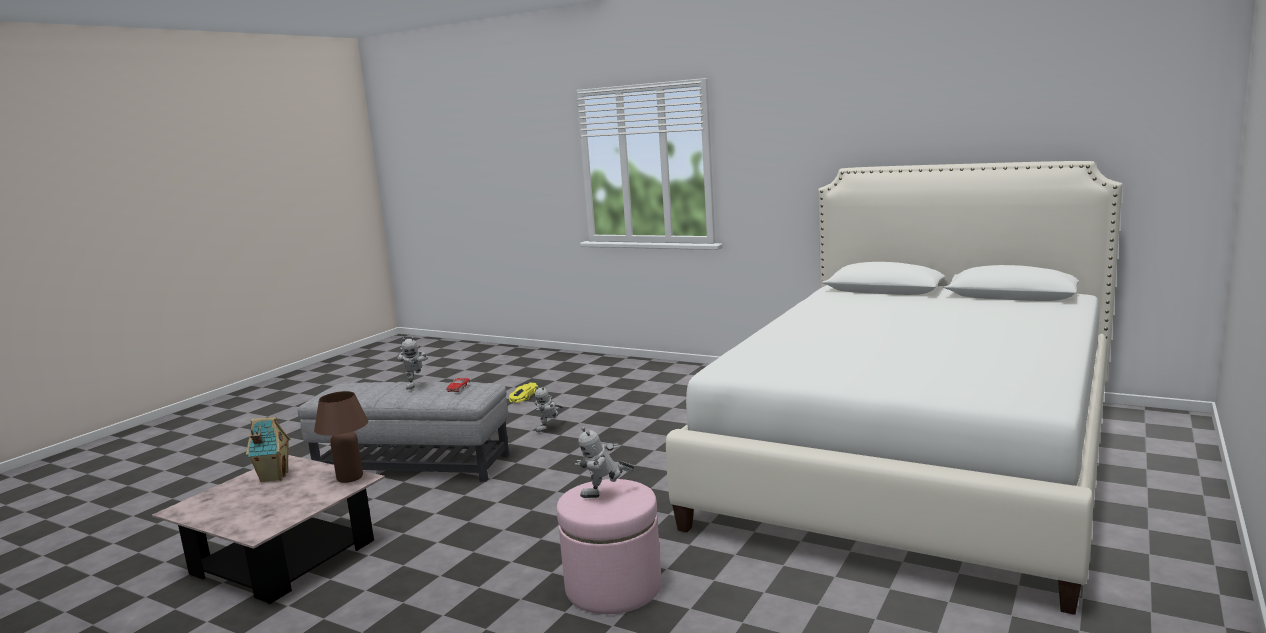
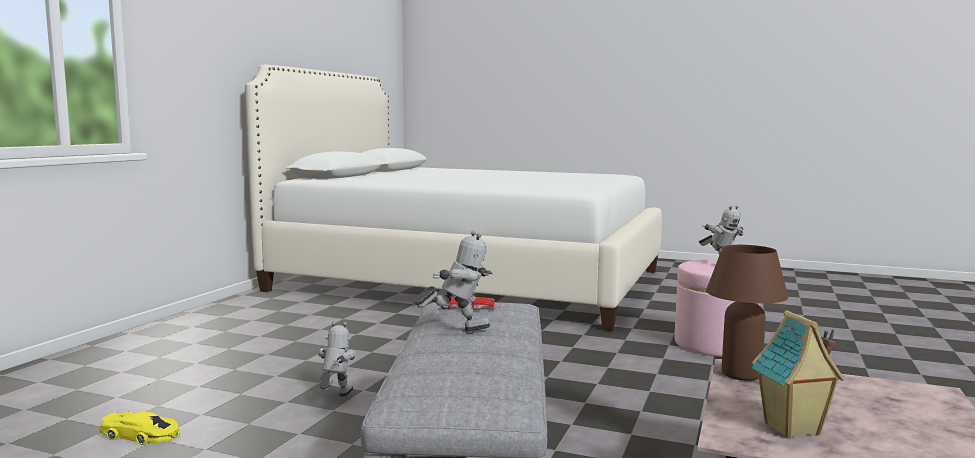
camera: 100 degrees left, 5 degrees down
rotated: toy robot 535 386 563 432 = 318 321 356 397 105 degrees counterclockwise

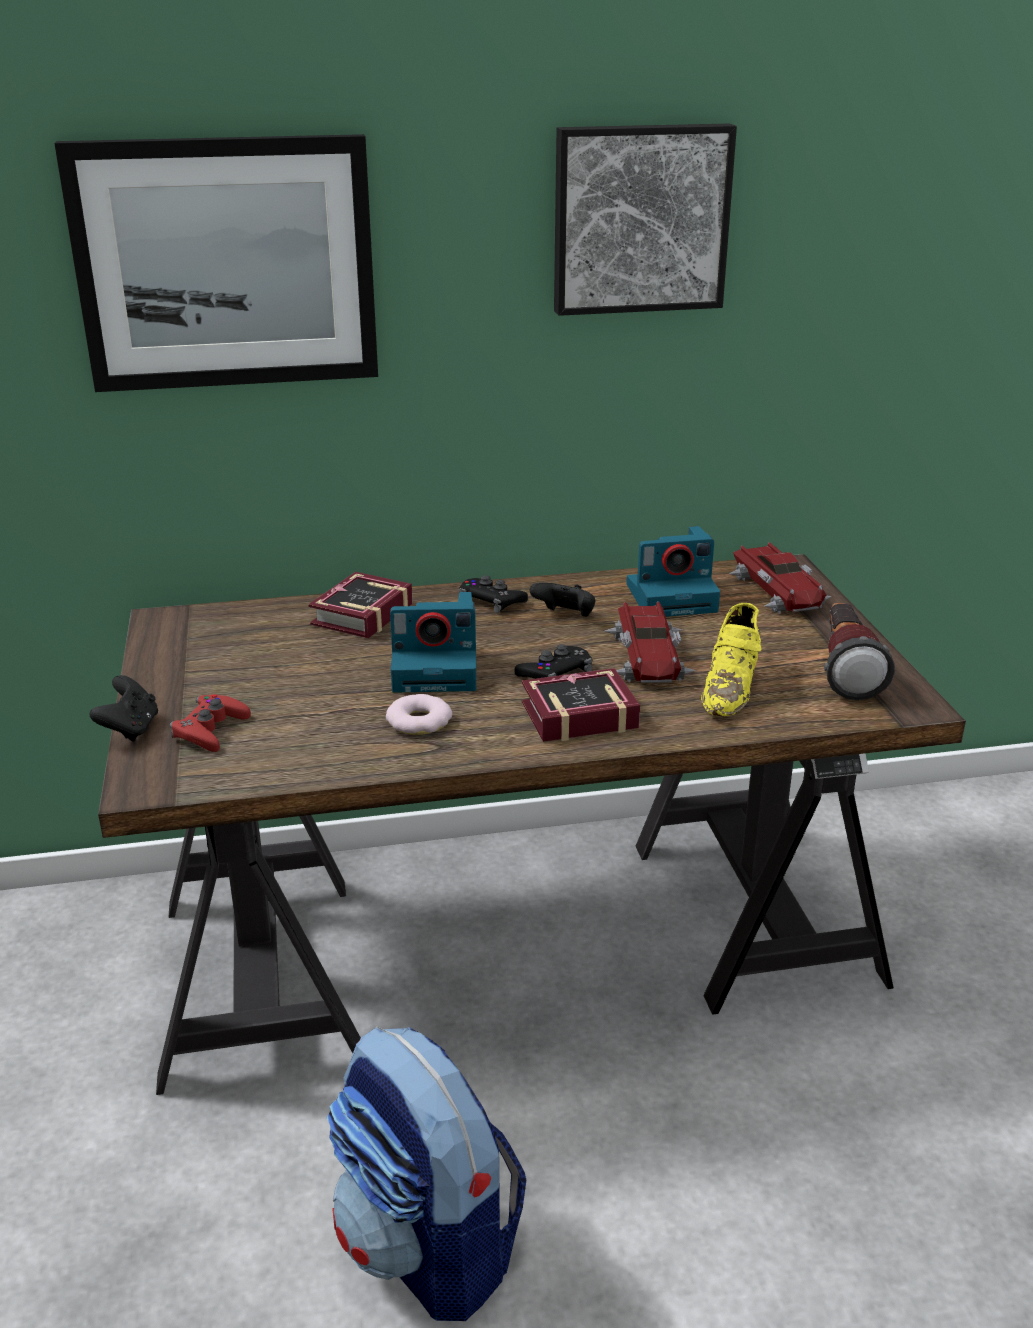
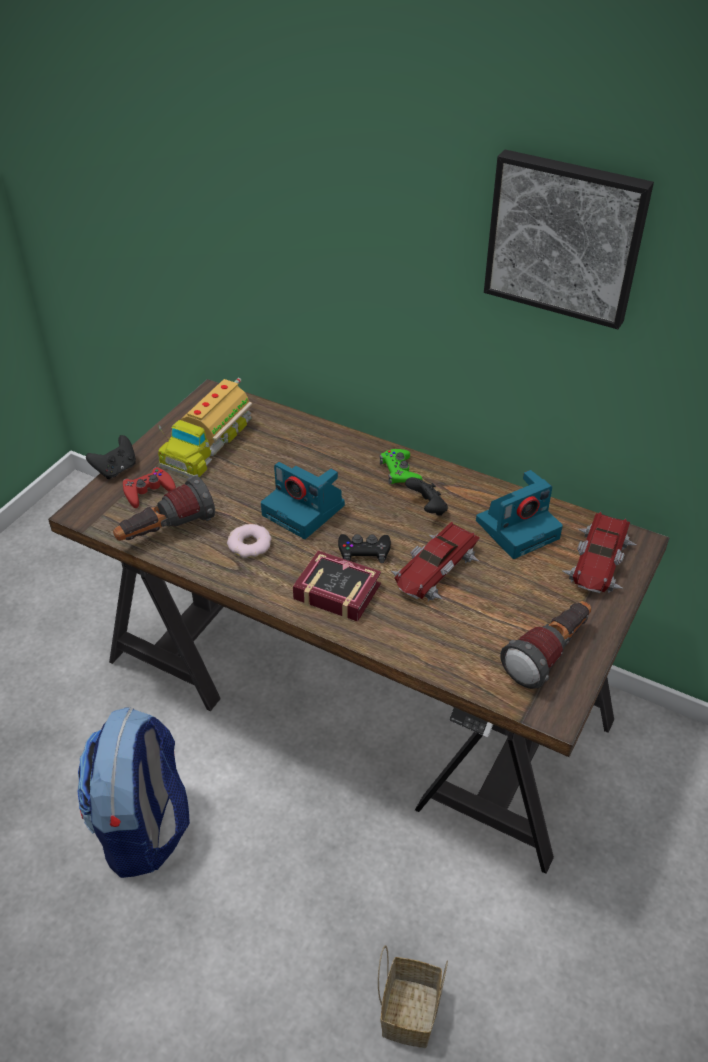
camera: 40 degrees right, 15 degrees up
gone: picture 54 134 378 392; book 308 572 413 638; shoe (yellow) 701 603 762 716
new: flashlight 113 476 215 541; toy truck 158 378 252 477; basket 378 945 448 1048
repainted: game controller (black) 459 575 528 613 to game controller (green) 379 449 422 484
rotated: photo camera 626 526 720 617 = 476 470 563 559 60 degrees counterclockwise

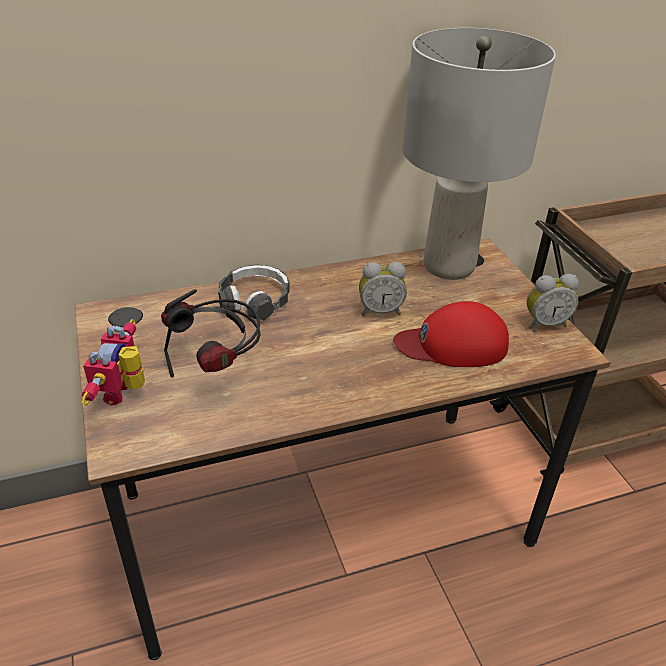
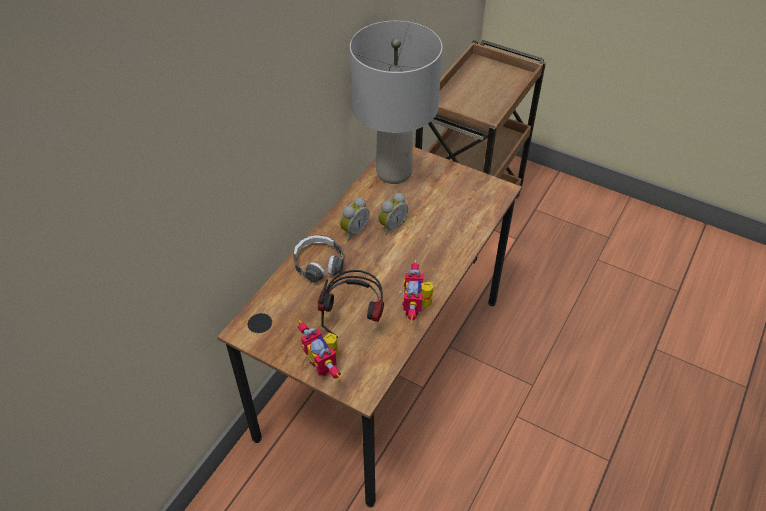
camera: 40 degrees left, 10 degrees up
gone: cap (red) 393 301 509 367
new: toy robot 403 260 434 324
shifted: alarm clock 526 274 579 330 to 340 197 370 240

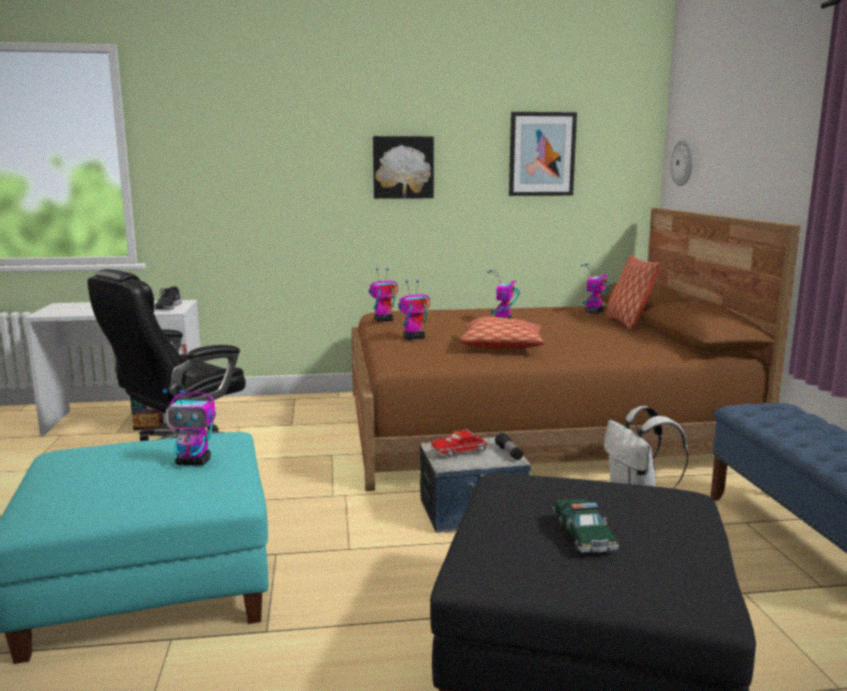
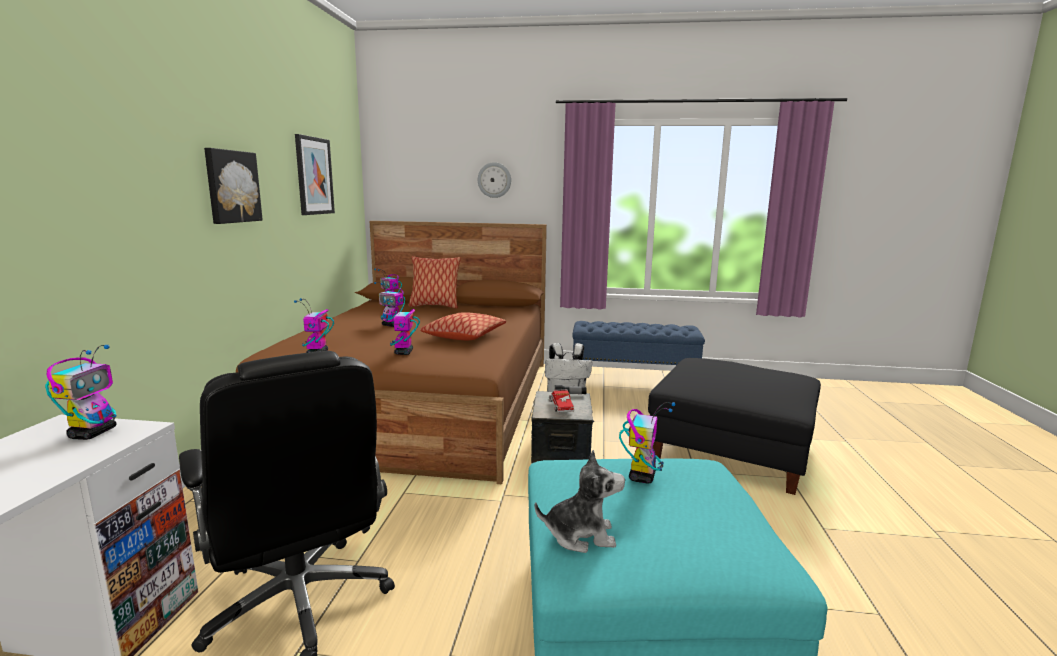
camera: 75 degrees left, 0 degrees up
gone: toy car 552 499 619 553
new: plush toy 535 450 625 553
shifted: wall clock 670 140 693 186 to 478 162 511 198
swapped: shoe (black) 154 286 182 310 to toy robot 45 345 117 440

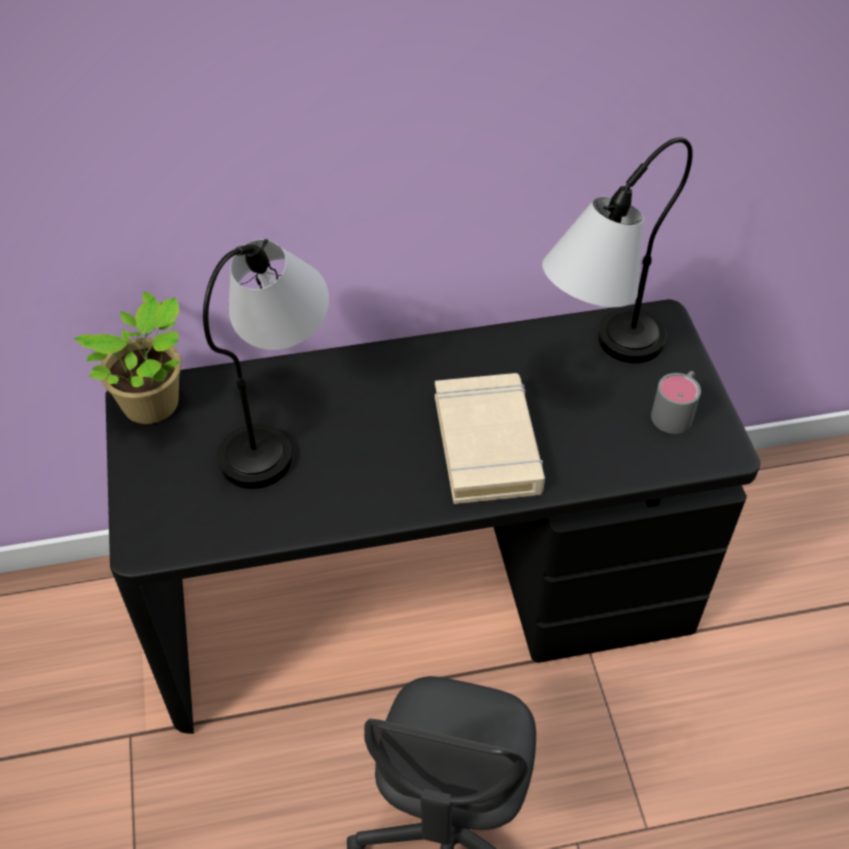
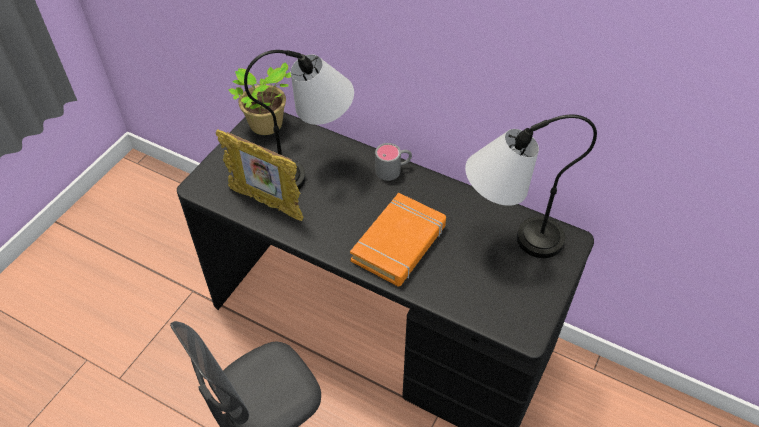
camera: 40 degrees right, 0 degrees up
new: picture frame 216 129 304 221
shifted: mug (grey) 651 371 701 434 to 375 143 412 181
repainted: book (beige) 435 373 545 504 to book (orange) 350 193 446 287

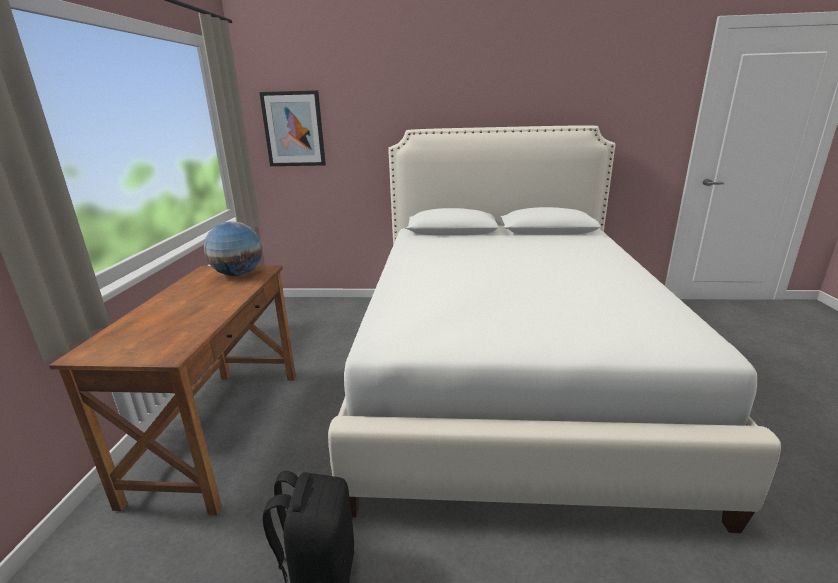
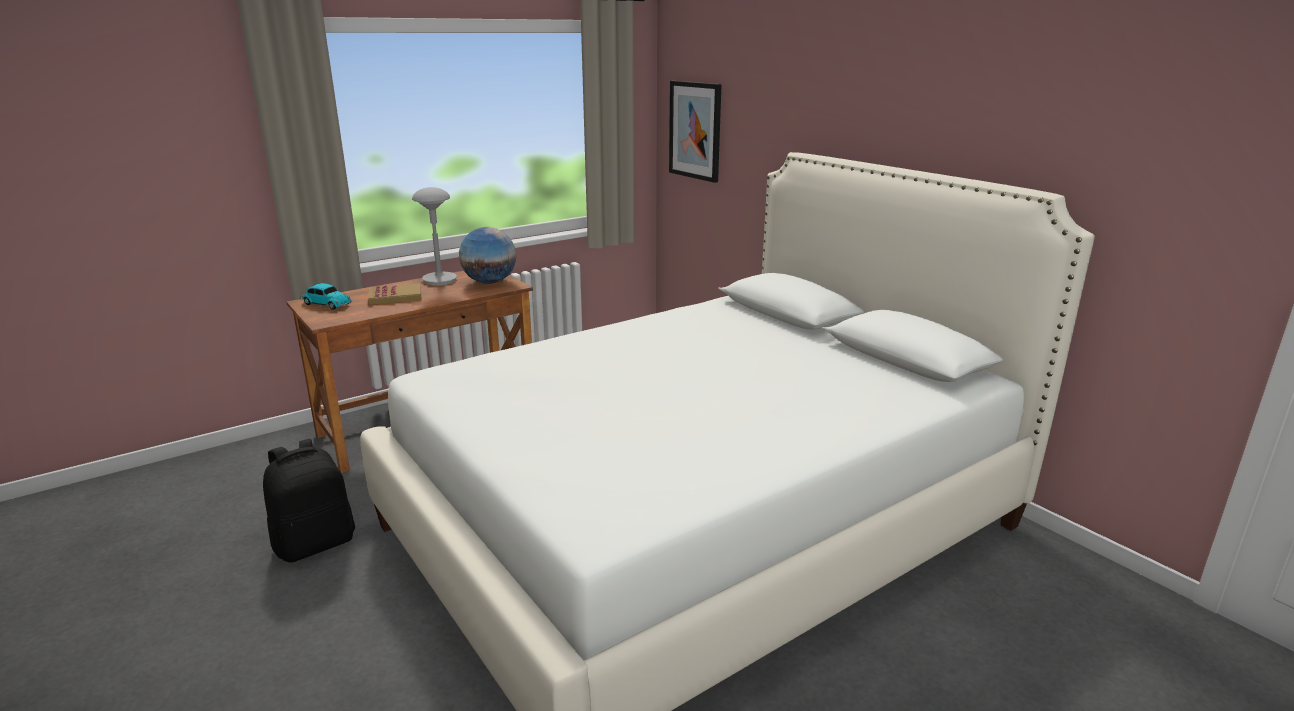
camera: 50 degrees right, 0 degrees up
new: toy car 300 283 352 310; book 368 283 422 305; table lamp (grey) 412 187 457 286

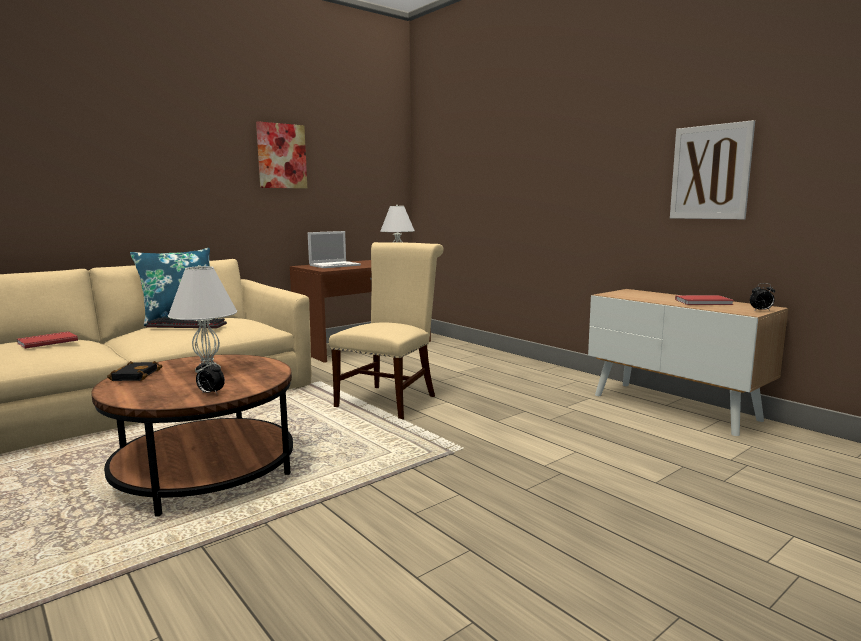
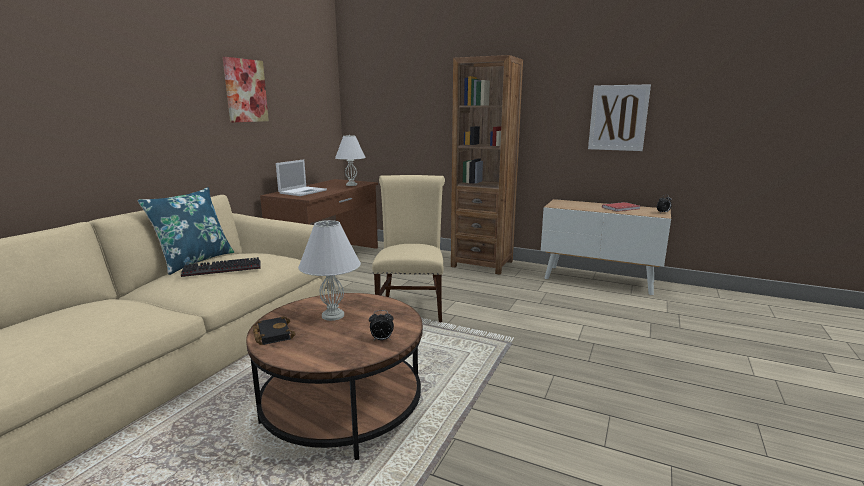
camera: 25 degrees left, 5 degrees up
gone: book (red) 17 332 78 349
new: bookcase (brown) 451 55 523 274

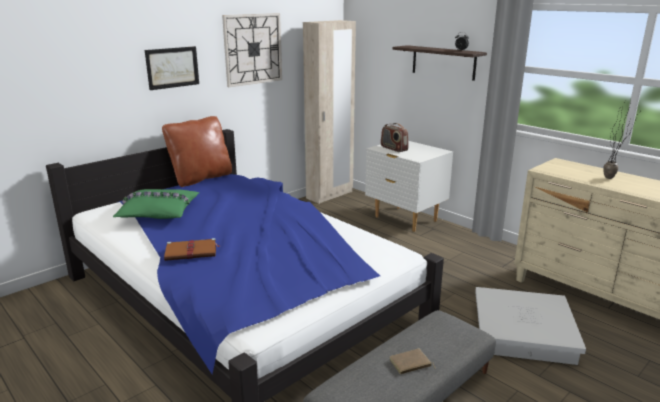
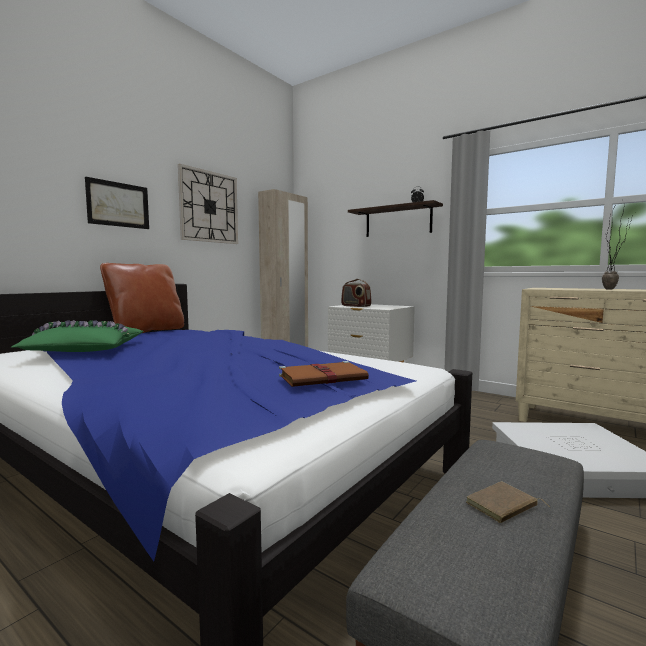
camera: 10 degrees left, 15 degrees down
shifted: book (brown) 164 238 220 261 to 279 361 369 387

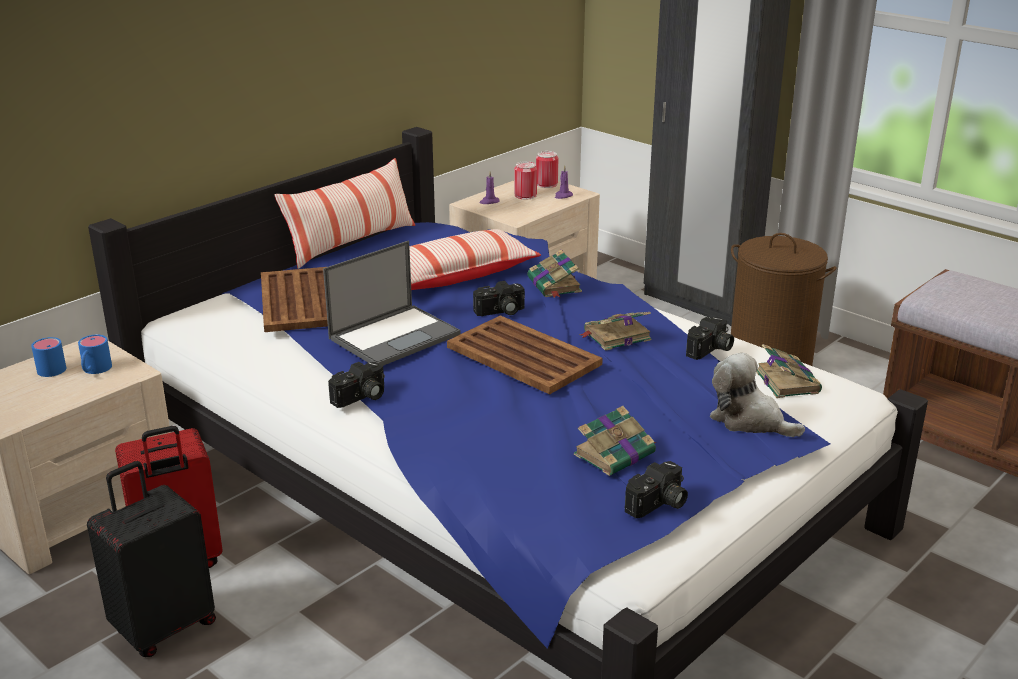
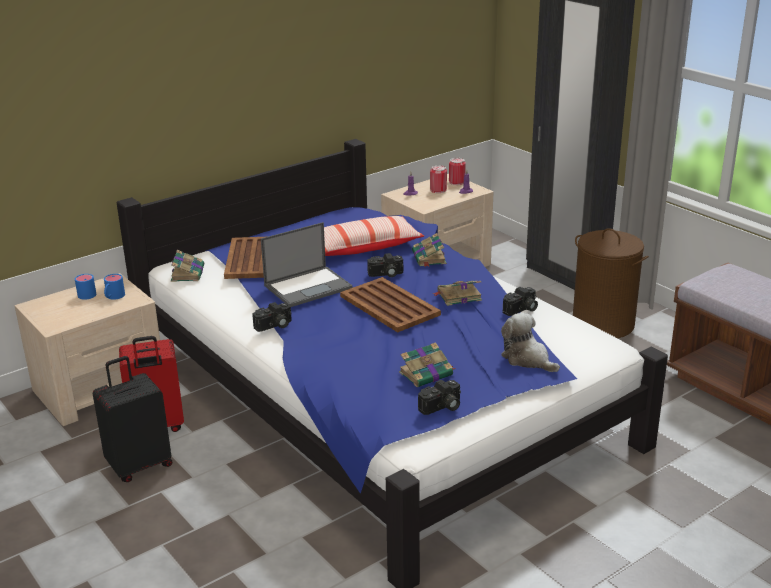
camera: 10 degrees right, 0 degrees up
gone: pillow 275 158 415 269
shifted: book 756 344 822 398 to 171 250 204 282

